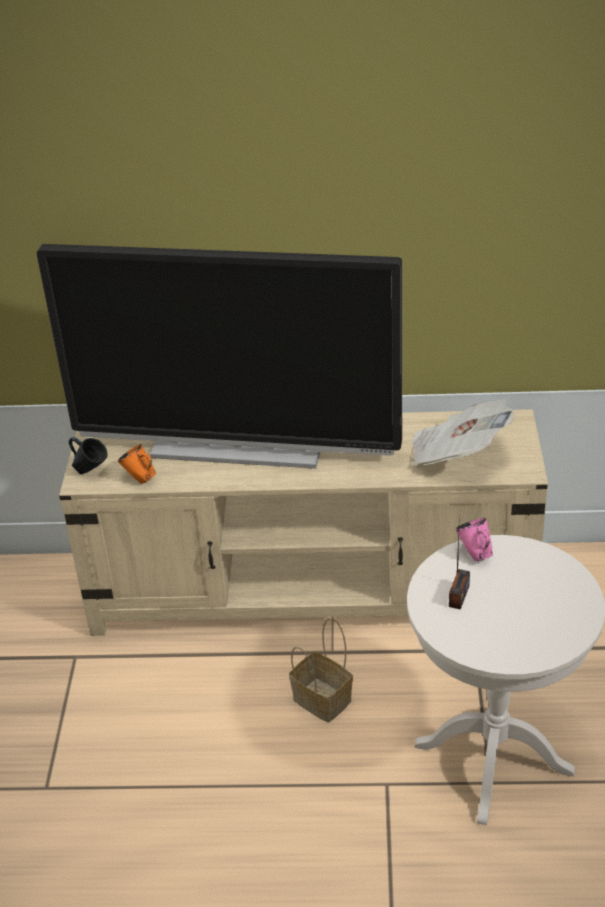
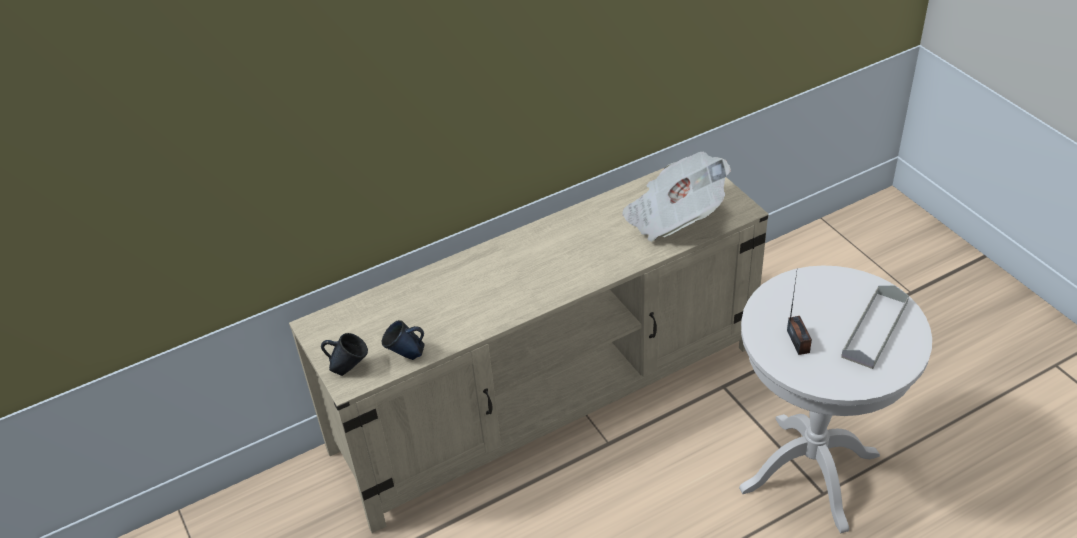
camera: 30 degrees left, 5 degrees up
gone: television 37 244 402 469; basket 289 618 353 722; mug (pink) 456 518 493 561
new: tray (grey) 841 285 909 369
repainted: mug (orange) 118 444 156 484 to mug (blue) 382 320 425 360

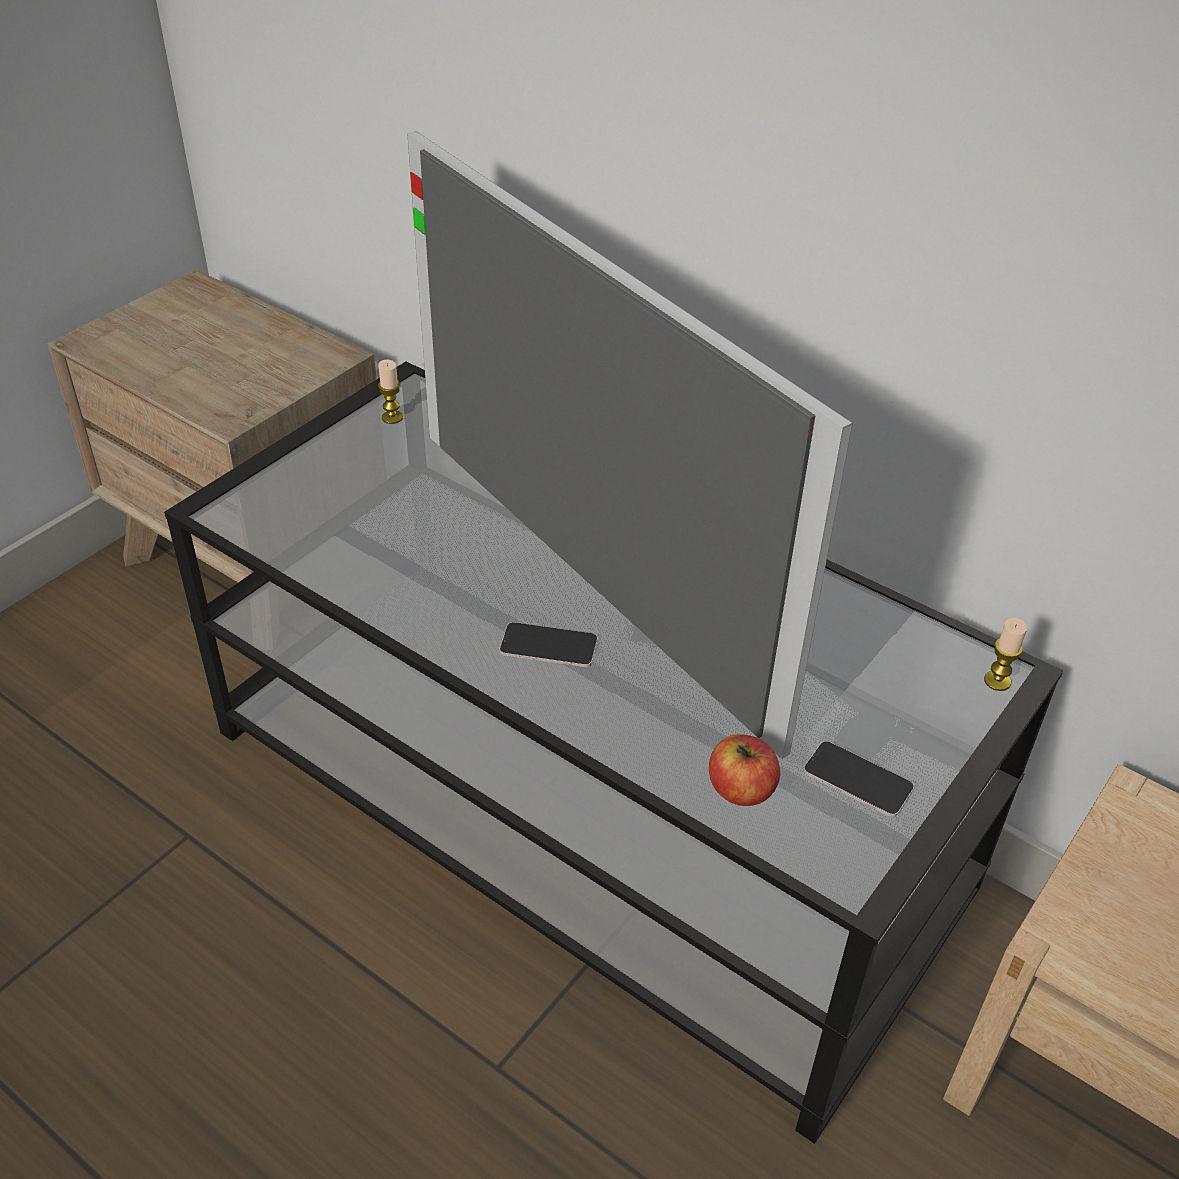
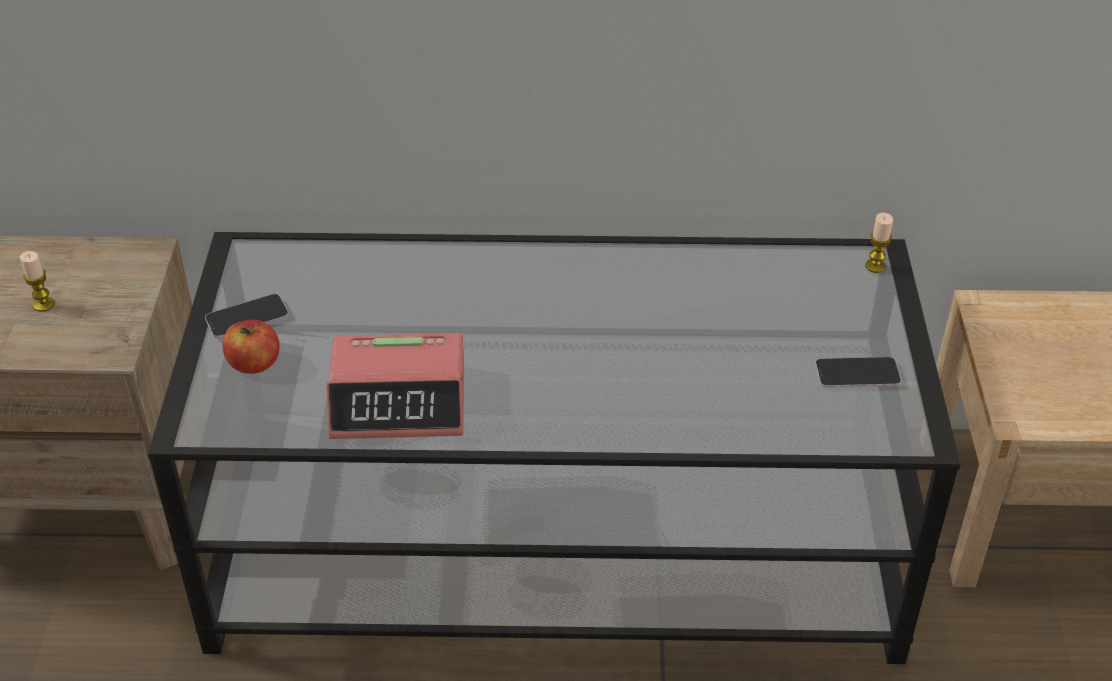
camera: 35 degrees left, 0 degrees up
gone: television 407 131 853 759
new: alarm clock 326 333 464 439
shifted: candle 378 359 403 424 to 20 251 55 312; phone 499 622 598 667 to 205 294 289 338; apple 709 734 780 806 to 222 320 279 374

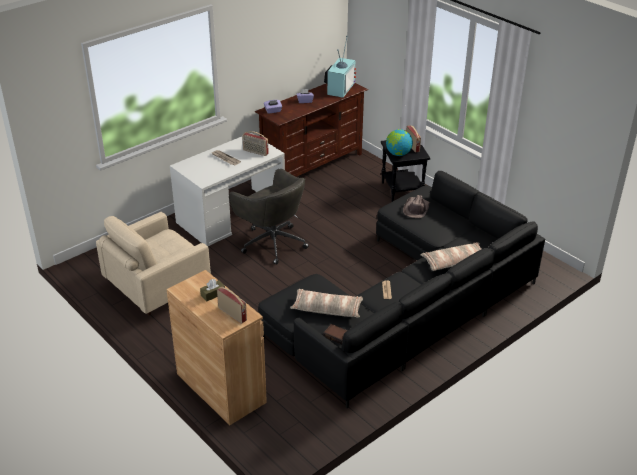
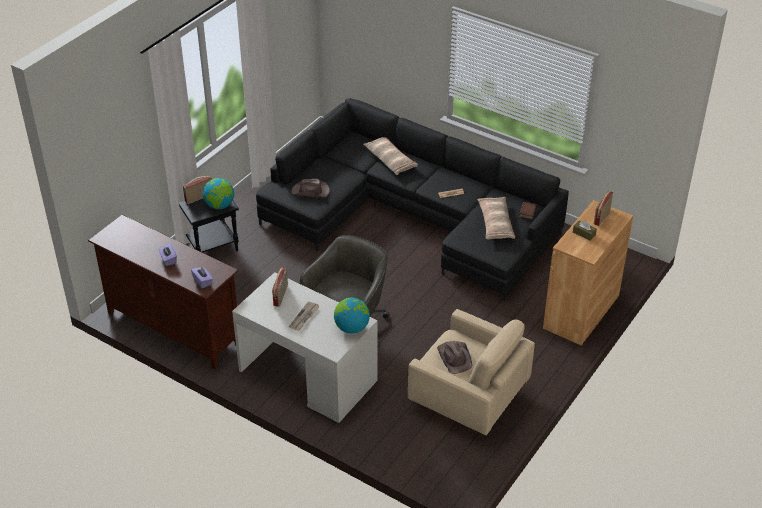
camera: 105 degrees left, 5 degrees up
gone: television 324 36 356 98
new: globe 334 298 370 333; hat (brown) 437 341 472 374

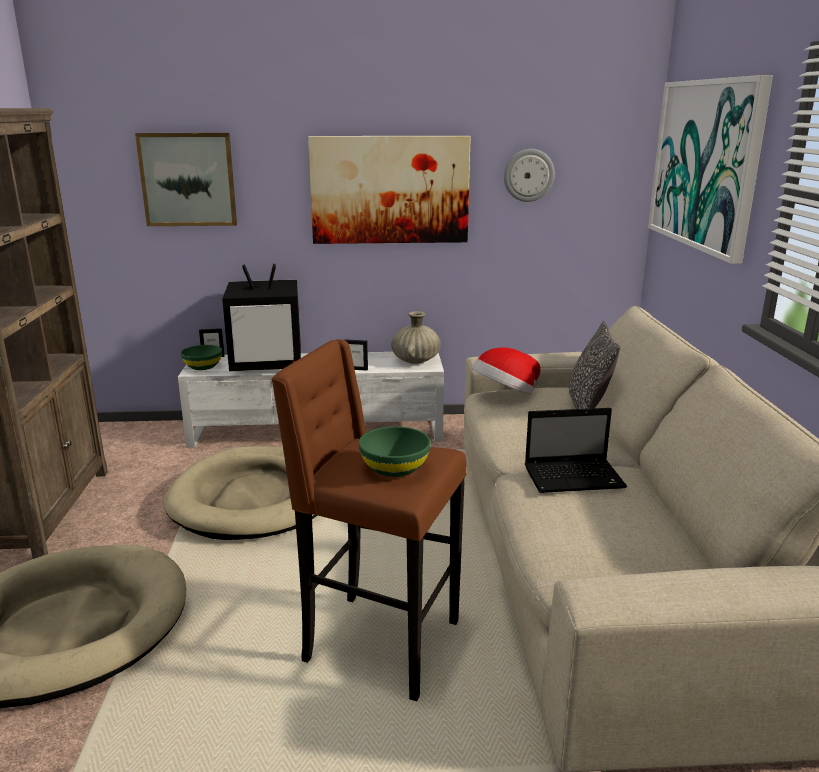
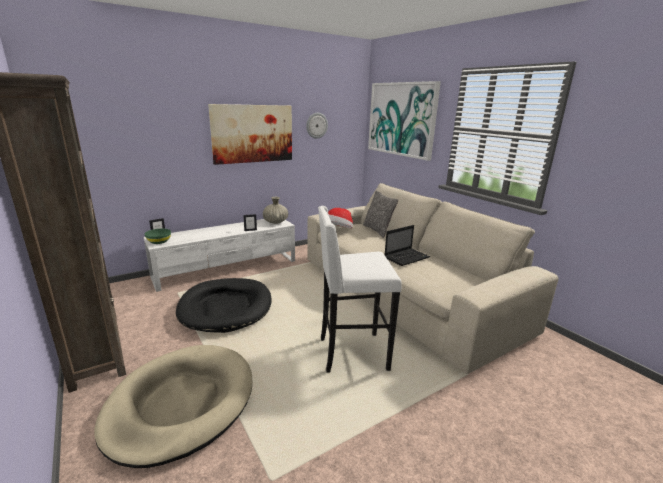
camera: 30 degrees left, 0 degrees up
gone: picture 135 133 237 226; television 222 264 301 371; bowl (green) 359 426 431 477
repainted: dog bed (beige) 163 446 318 540 to dog bed (black) 176 278 272 333; stool (brown) 271 339 467 701 to stool (white) 318 206 402 373

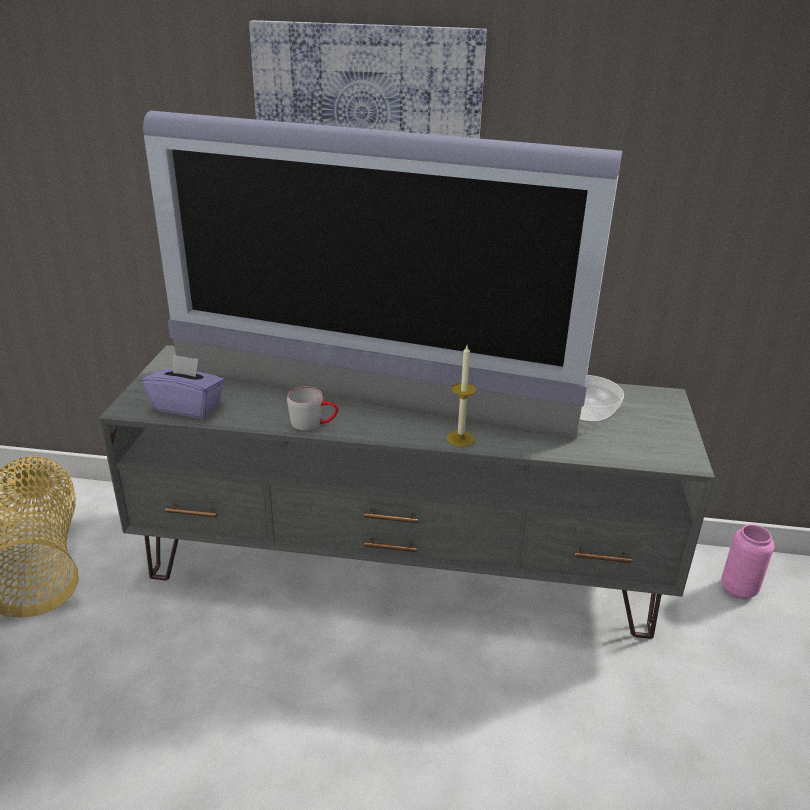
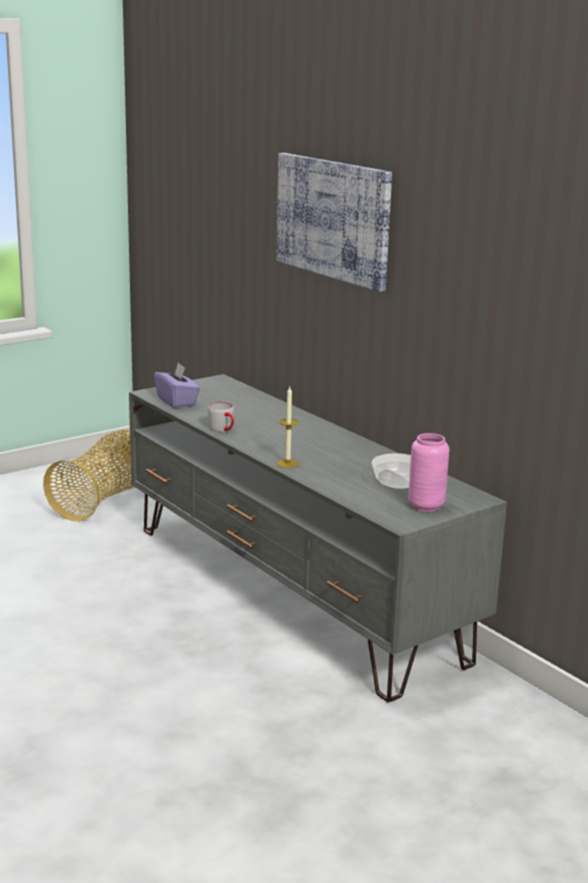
camera: 45 degrees right, 10 degrees down
gone: television 143 111 622 439
shifted: vase (pink) 721 524 774 599 to 408 433 449 512

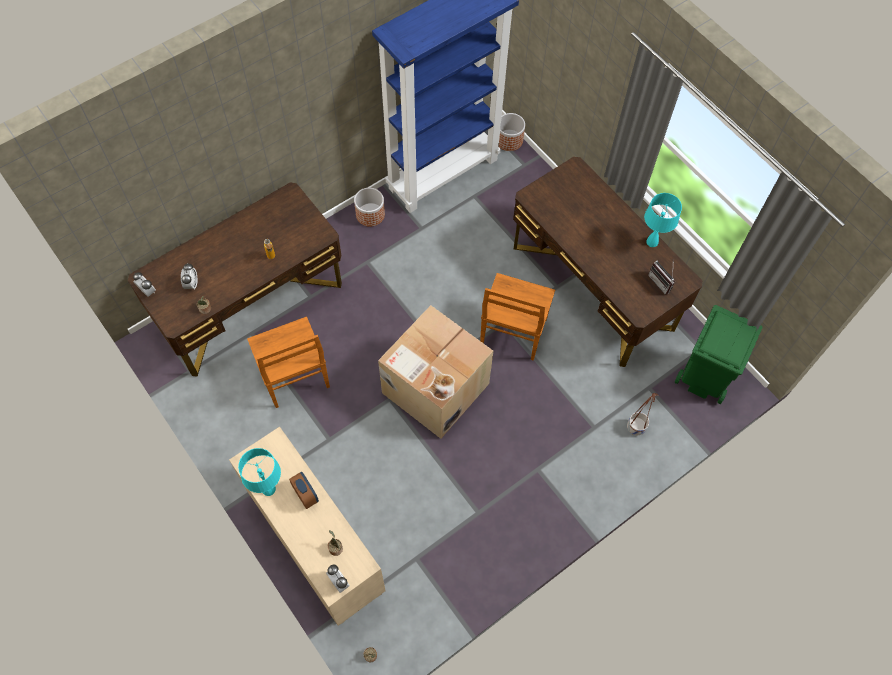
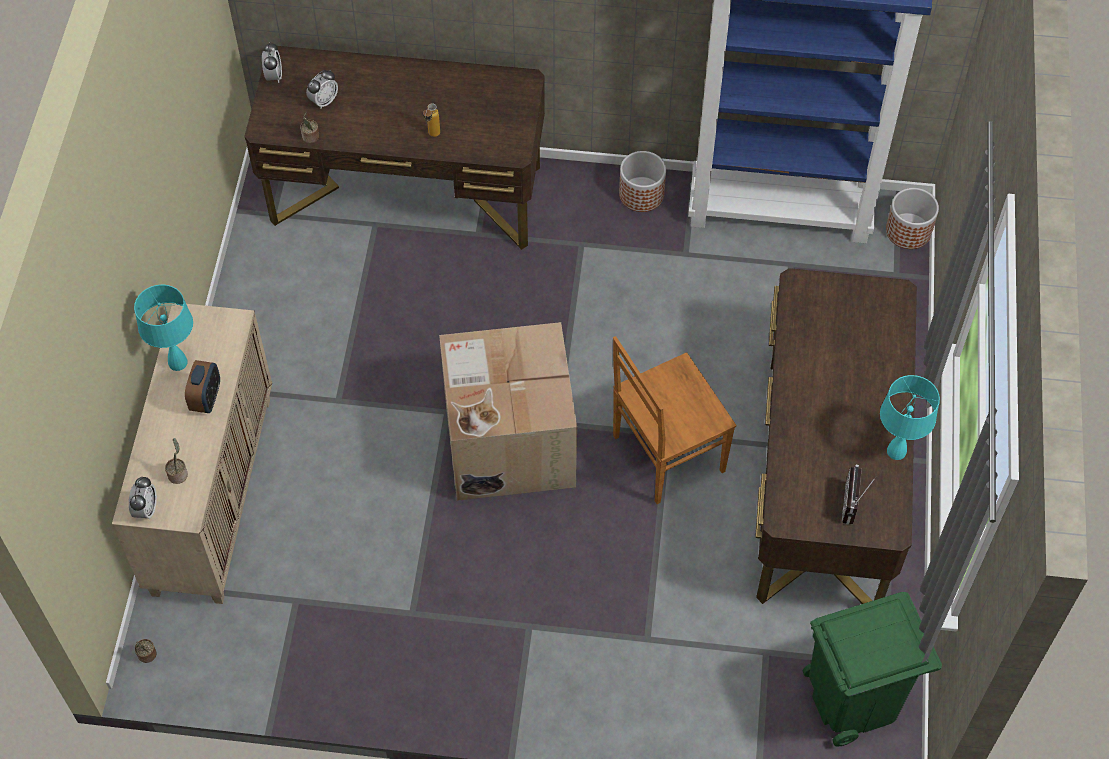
camera: 45 degrees right, 5 degrees down
gone: chair (brown) 247 317 330 408; planter 627 393 659 435

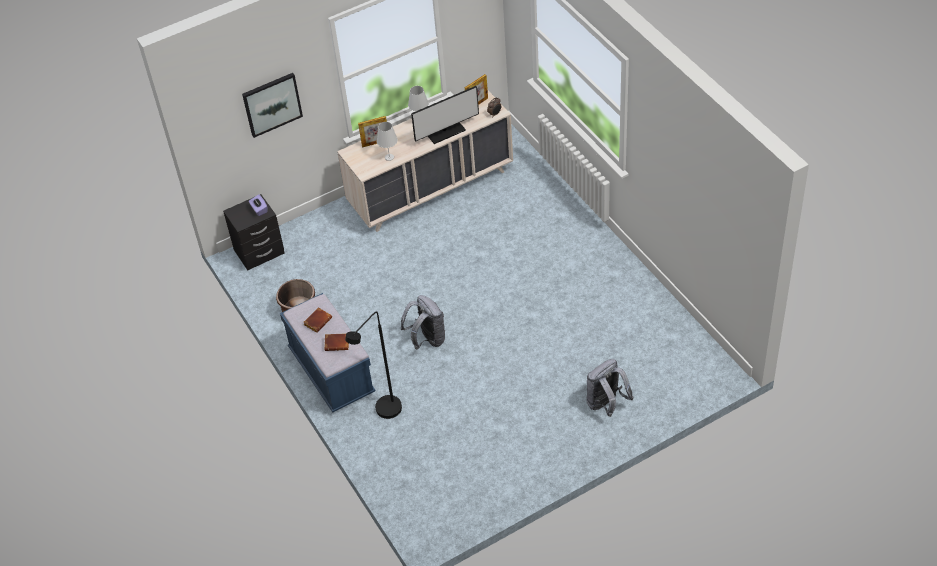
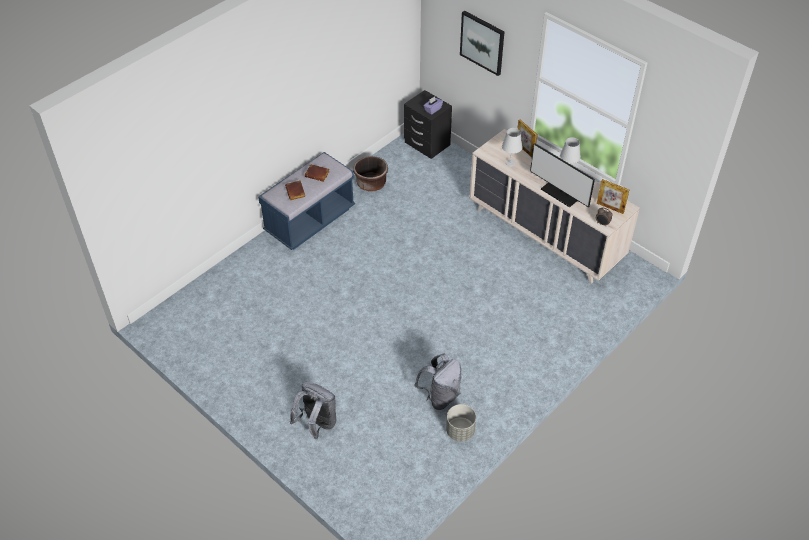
camera: 70 degrees right, 0 degrees up
gone: floor lamp (black) 345 311 402 419
new: planter (grey) 446 404 476 442
shifted: backpack (grey) 401 295 445 350 to 414 354 462 410

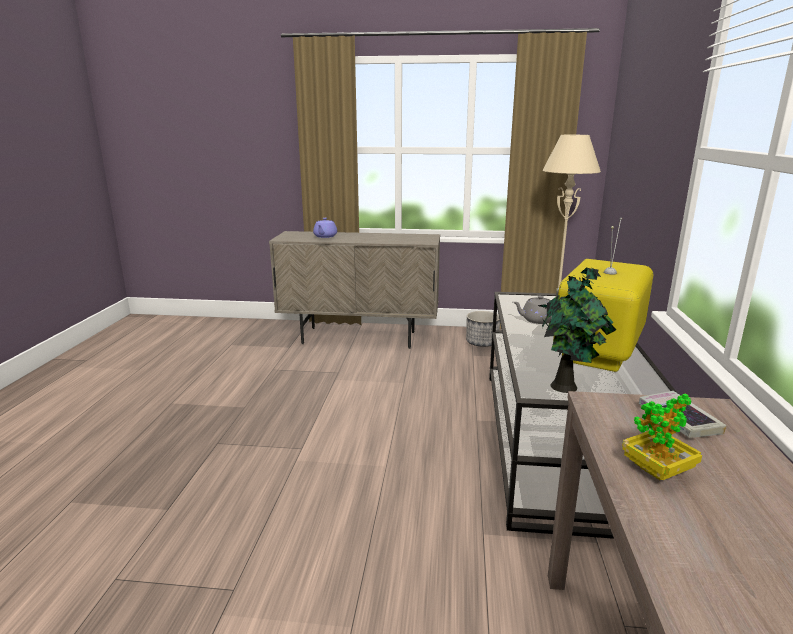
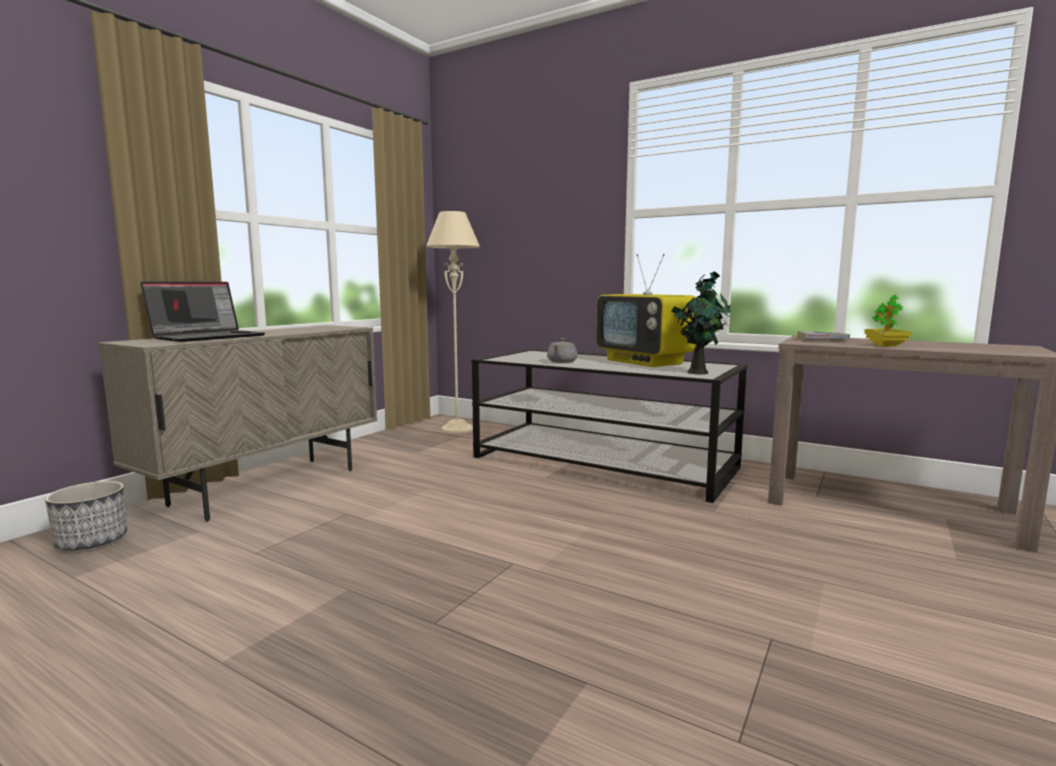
camera: 65 degrees left, 10 degrees down
shifted: planter 466 311 500 347 to 45 481 127 550
swapped: teapot (purple) 313 218 337 238 to laptop 140 282 265 342

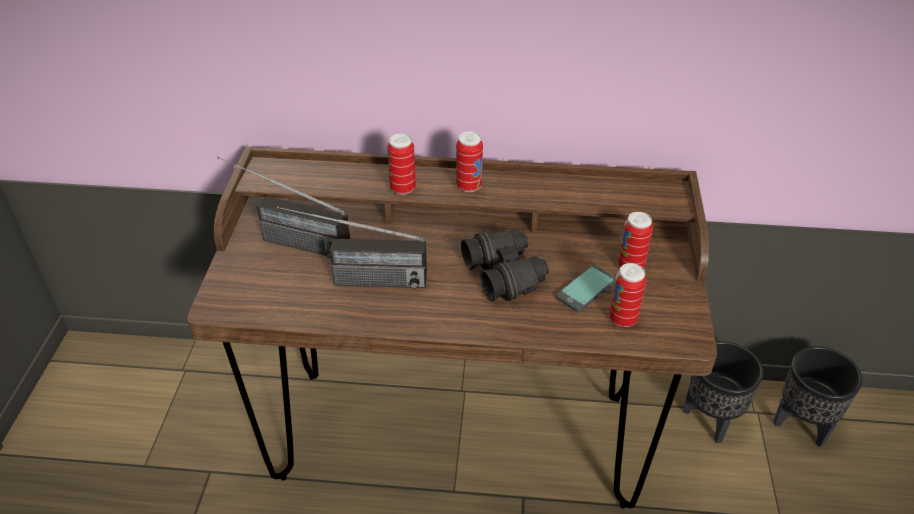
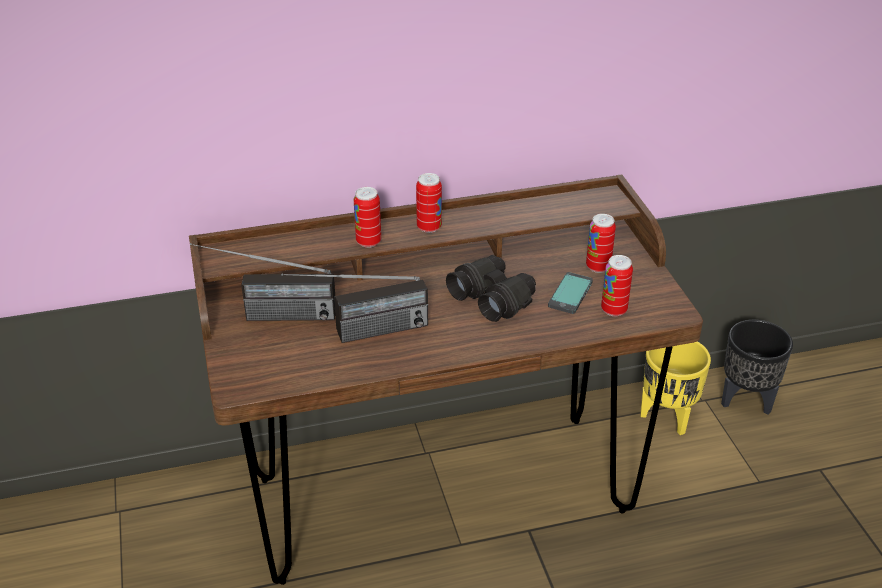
camera: 20 degrees left, 5 degrees down
repainted: planter (black) 683 341 764 443 to planter (yellow) 640 341 711 435

